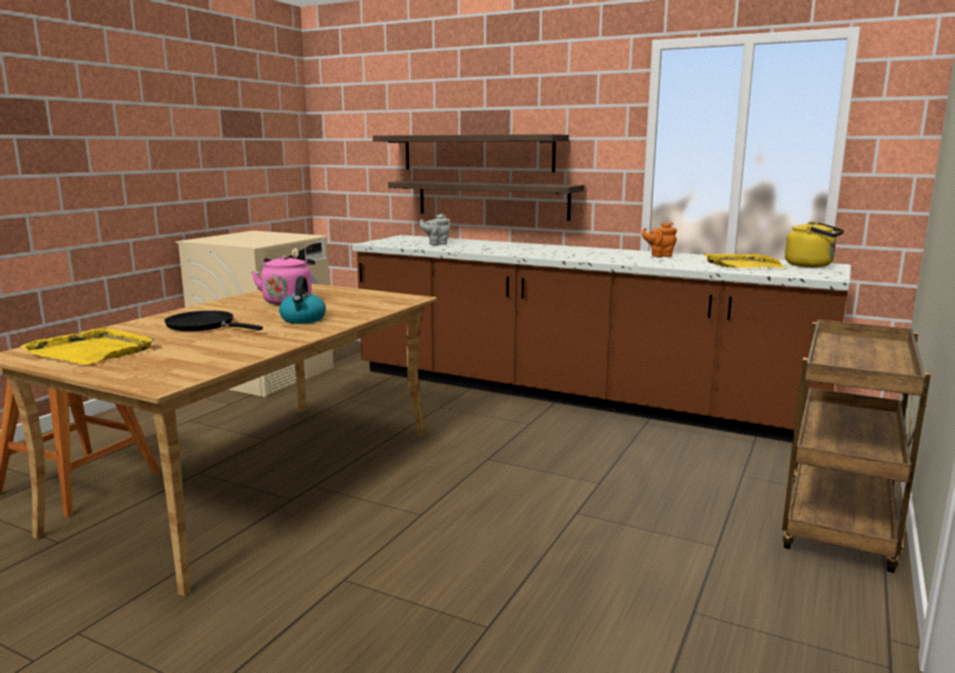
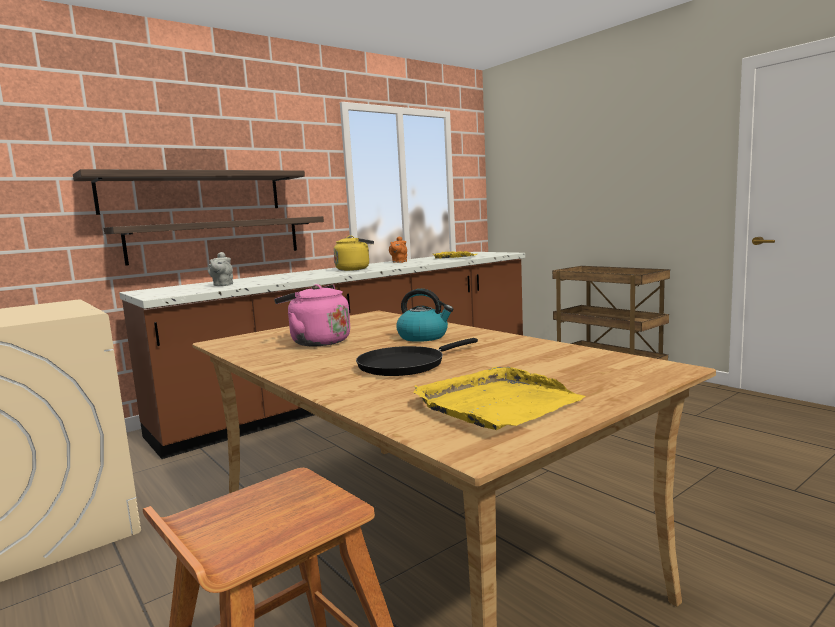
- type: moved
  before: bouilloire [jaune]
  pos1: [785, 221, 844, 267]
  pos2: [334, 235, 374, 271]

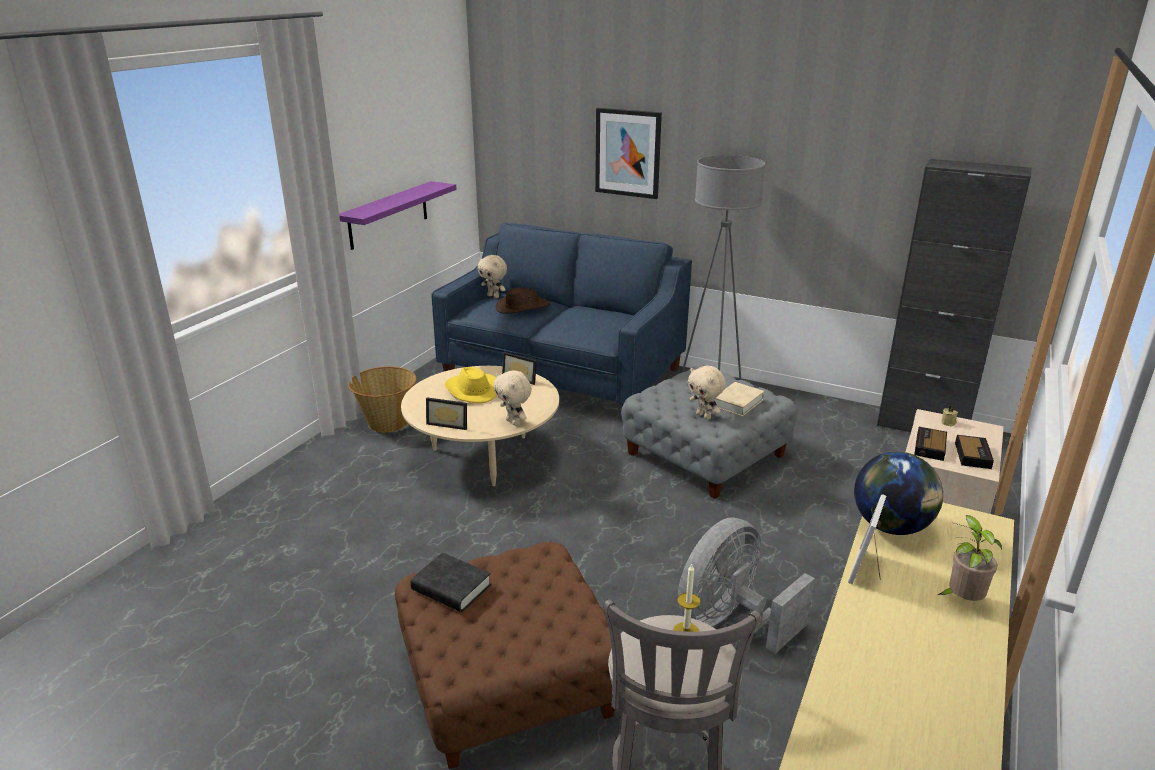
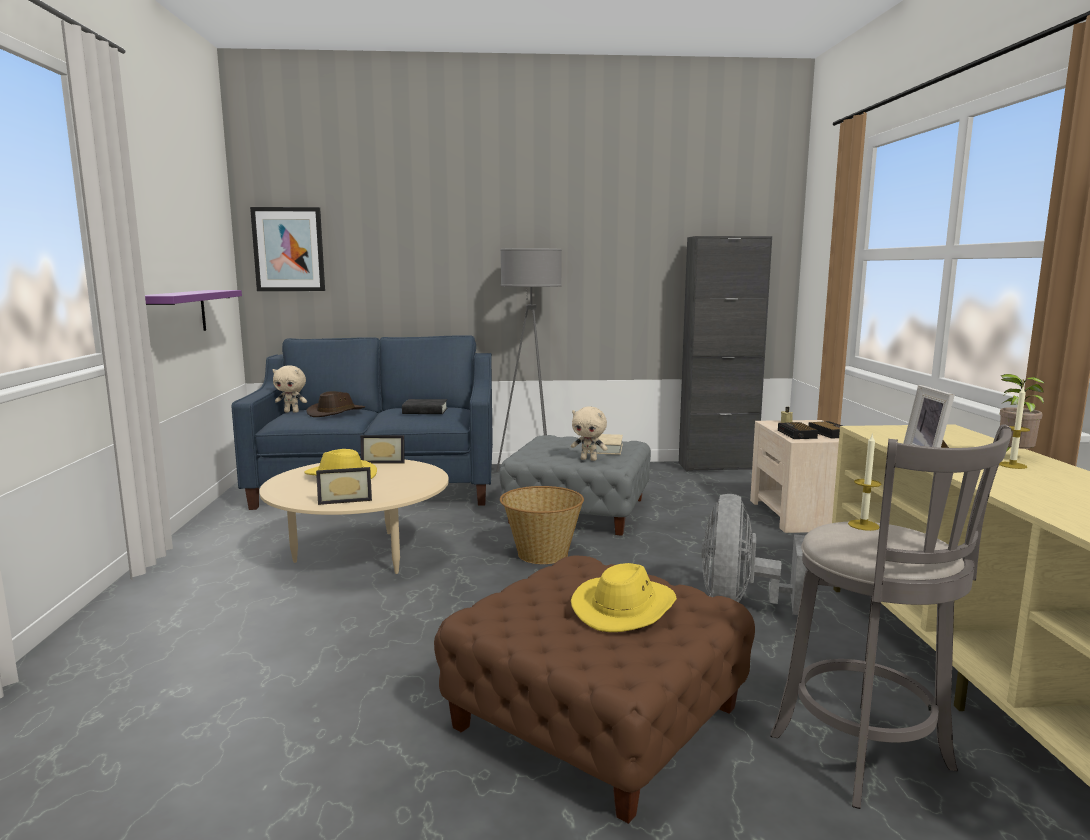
- type: removed
  before: peluche [beige]
  pos1: [493, 370, 532, 426]
- type: removed
  before: globe
  pos1: [854, 452, 943, 535]
- type: added
  after: chapeau [jaune]
  pos2: [571, 563, 677, 632]
- type: added
  after: bougie
  pos2: [999, 386, 1030, 469]
- type: moved
  before: panier
  pos1: [348, 366, 417, 433]
  pos2: [500, 486, 584, 564]
- type: moved
  before: livre [noir]
  pos1: [411, 553, 491, 612]
  pos2: [402, 399, 447, 414]
- type: moved
  before: tableau
  pos1: [595, 108, 662, 199]
  pos2: [250, 207, 325, 291]

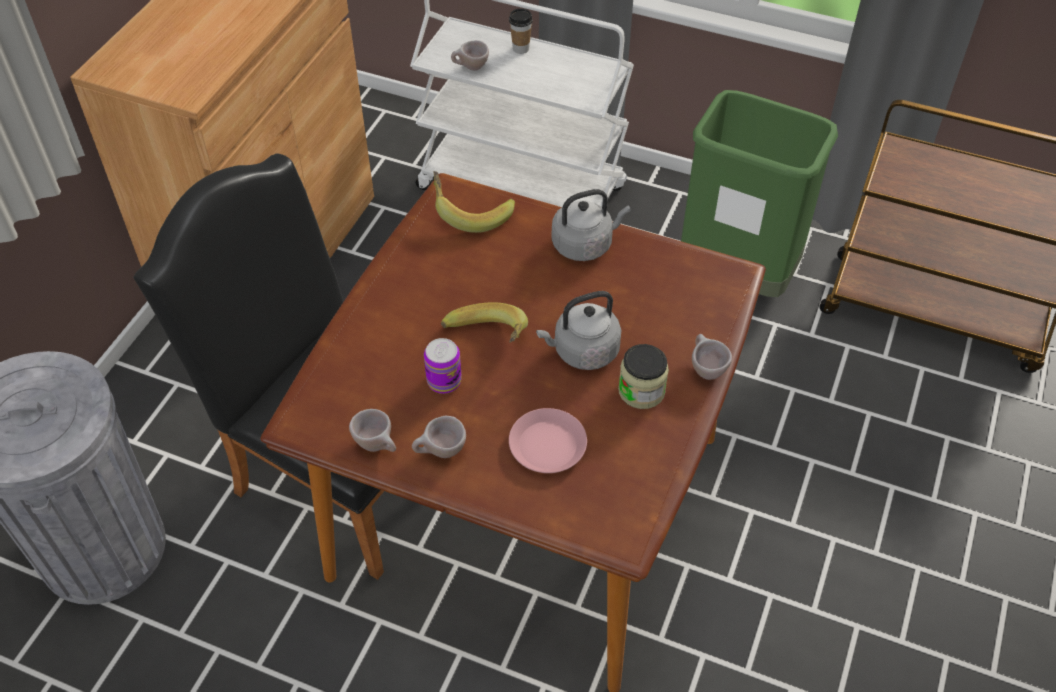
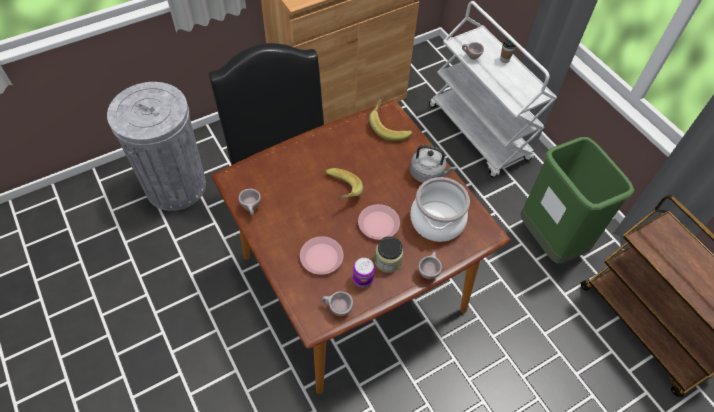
- type: added
  after: marmite
  pos2: [410, 177, 470, 242]
- type: moved
  before: tasse [beige]
  pos1: [412, 416, 466, 458]
  pos2: [322, 291, 353, 316]
- type: moved
  before: boîte métallique
  pos1: [424, 338, 462, 394]
  pos2: [353, 258, 375, 288]
- type: replaced
  before: bouilloire [gris]
  after: assiette [rose]
  pos1: [536, 291, 622, 370]
  pos2: [358, 204, 400, 240]

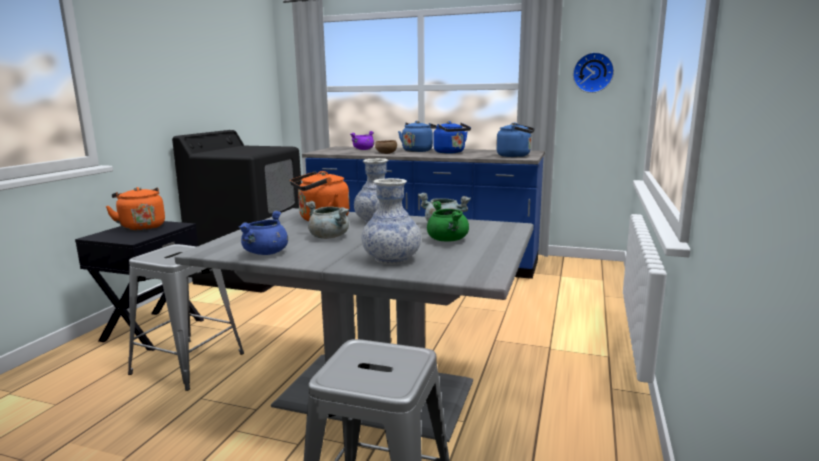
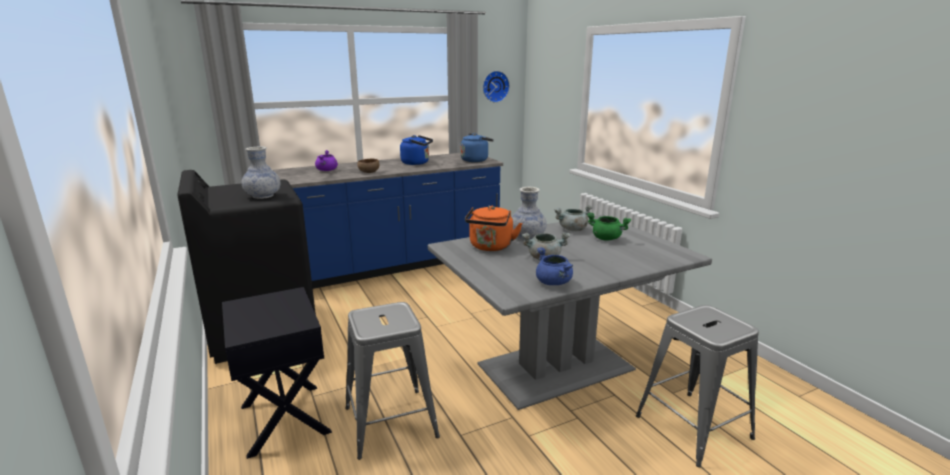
- type: removed
  before: bouilloire [orange]
  pos1: [105, 187, 165, 231]
- type: removed
  before: bouilloire [bleu]
  pos1: [398, 121, 437, 152]
- type: moved
  before: vase
  pos1: [362, 178, 421, 265]
  pos2: [241, 147, 280, 199]

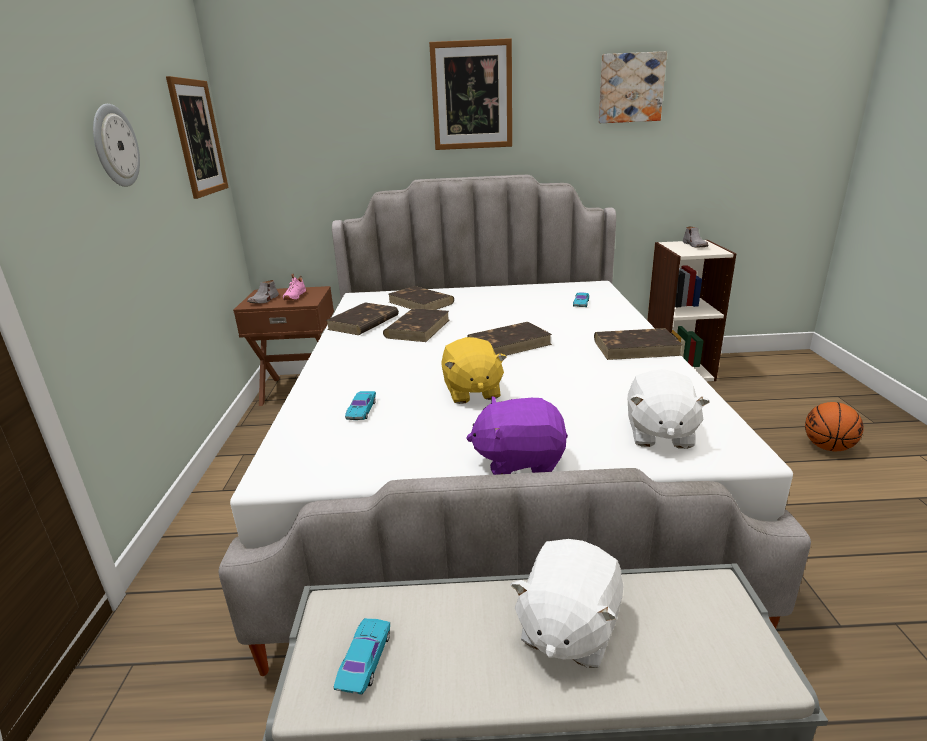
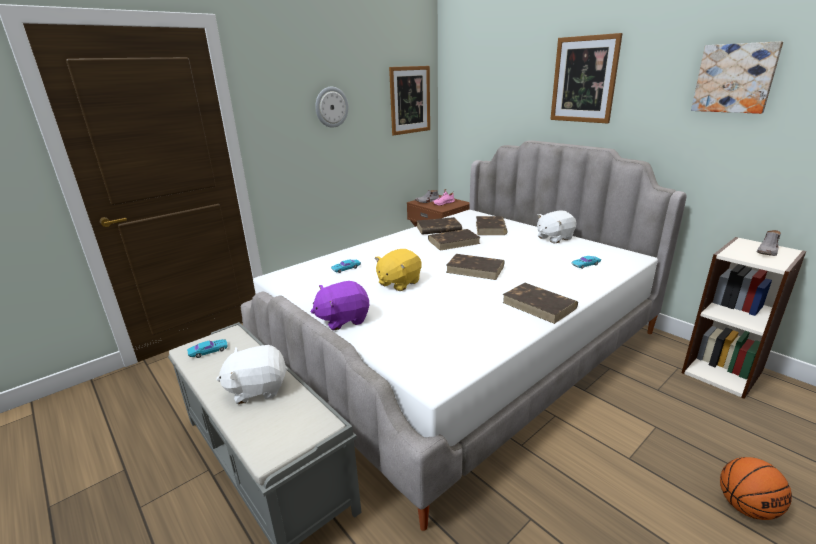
- type: moved
  before: peluche [blanc]
  pos1: [628, 369, 710, 449]
  pos2: [537, 211, 577, 243]
- type: turned
  before: peluche [violet]
  pos1: [466, 396, 568, 475]
  pos2: [311, 281, 369, 331]
  turn: -75

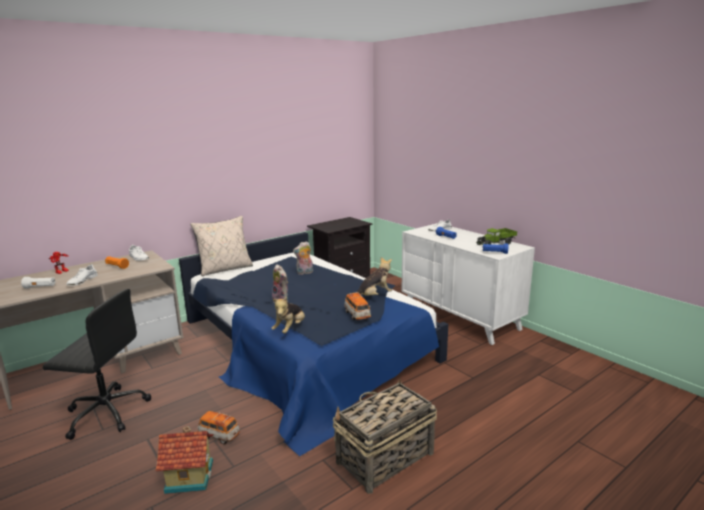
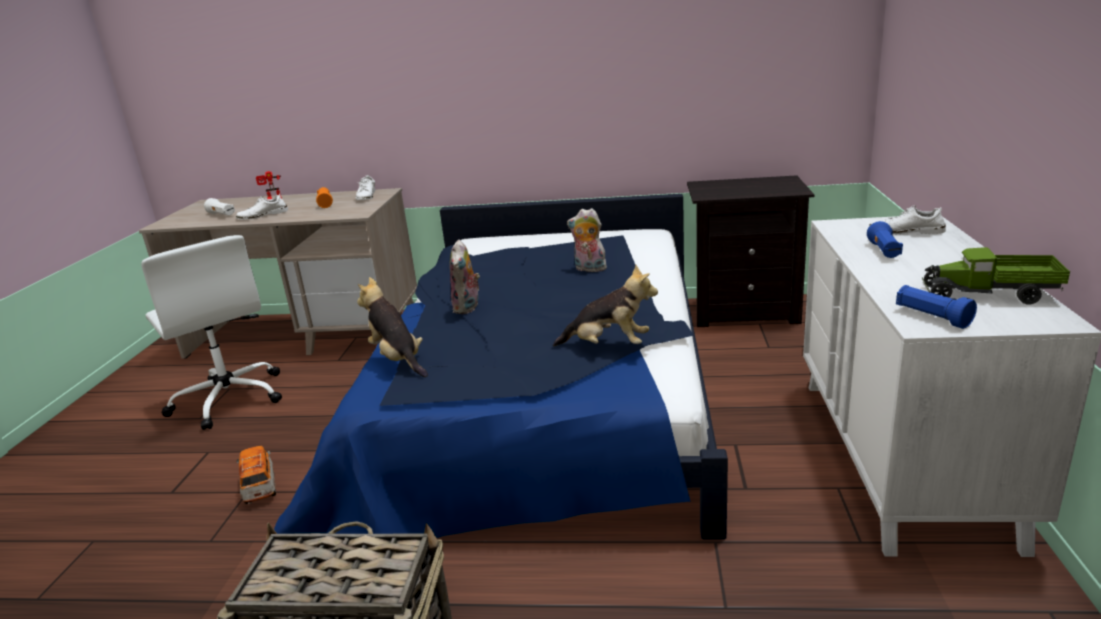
- type: removed
  before: maison miniature
  pos1: [156, 426, 213, 494]
- type: removed
  before: coussin [beige]
  pos1: [191, 216, 253, 276]
- type: removed
  before: petite voiture
  pos1: [344, 292, 371, 320]
- type: recoloured
  before: chaise de bureau [noir]
  after: chaise de bureau [blanc]
  pos1: [43, 289, 151, 440]
  pos2: [141, 235, 282, 430]
- type: turned
  before: peluche
  pos1: [271, 297, 305, 334]
  pos2: [357, 277, 428, 377]
  turn: 75

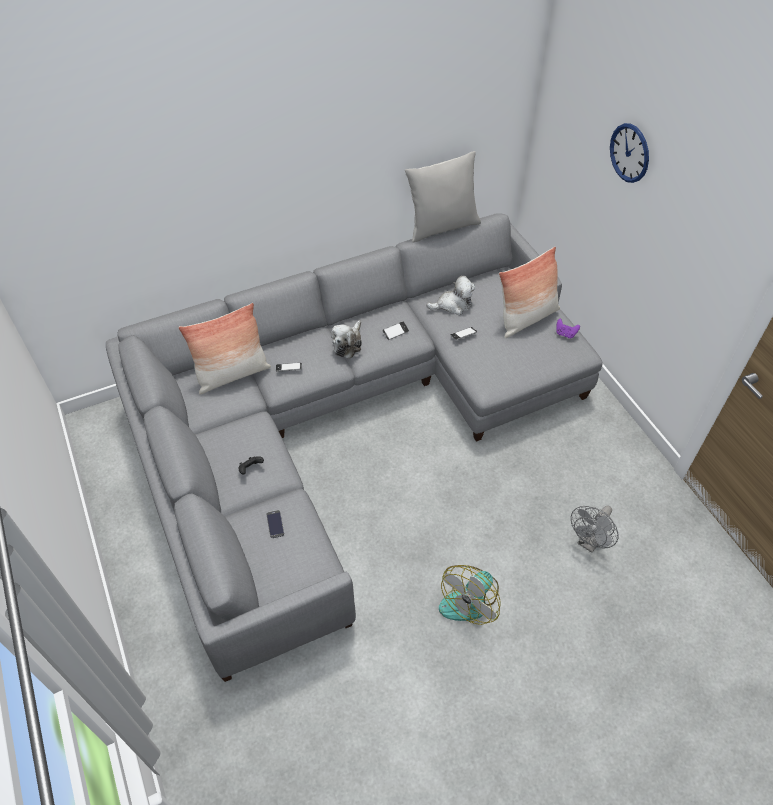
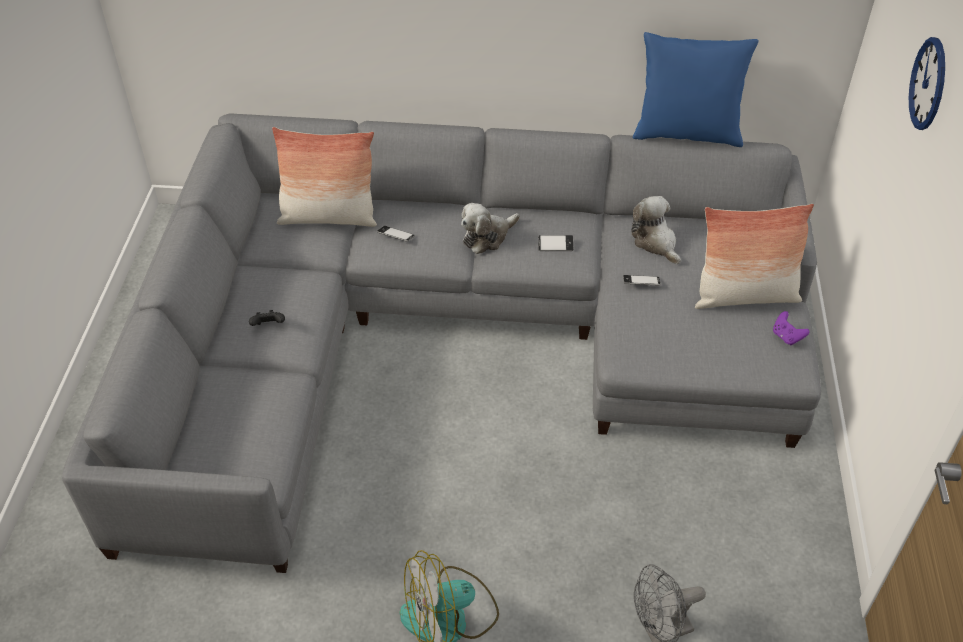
- type: removed
  before: téléphone
  pos1: [266, 510, 284, 538]
- type: recoloured
  before: coussin [gris]
  after: coussin [bleu]
  pos1: [405, 151, 481, 243]
  pos2: [633, 32, 759, 147]
- type: turned
  before: peluche
  pos1: [426, 276, 476, 315]
  pos2: [631, 196, 681, 264]
  turn: -135

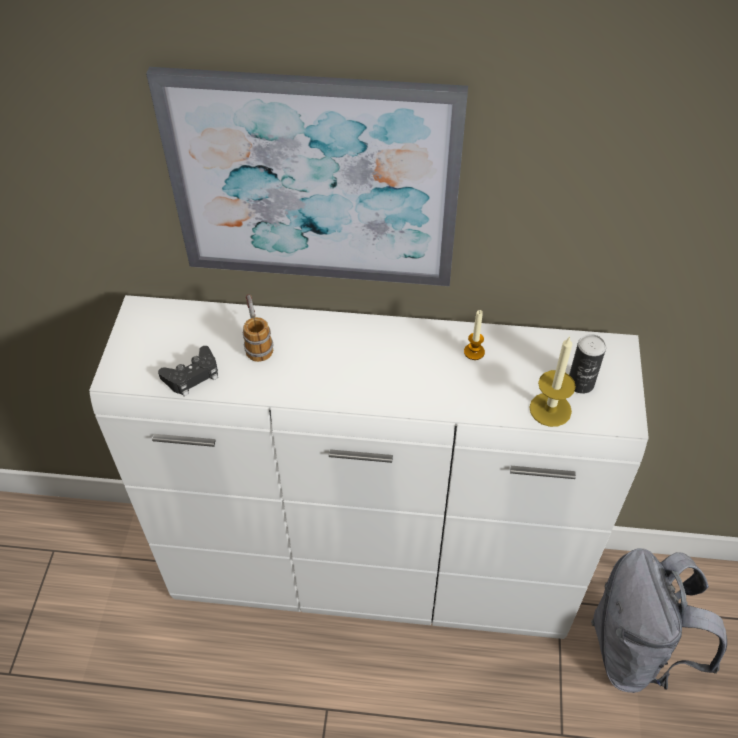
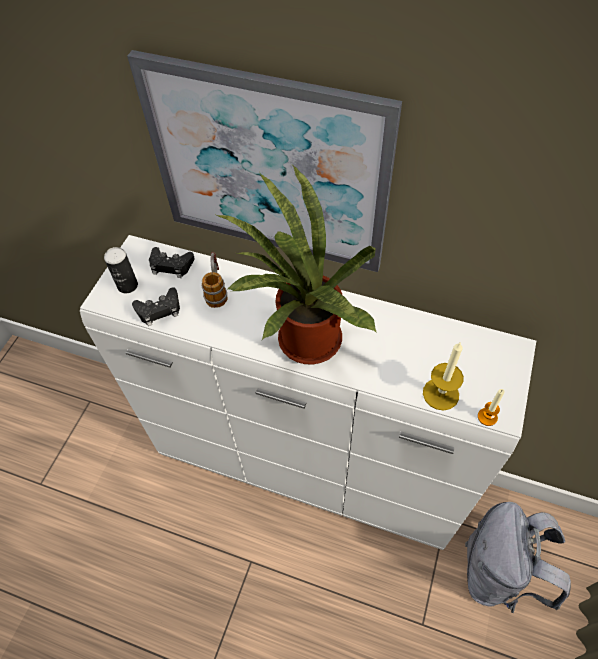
- type: added
  after: manette [noir]
  pos2: [149, 247, 195, 278]
- type: added
  after: plante en pot
  pos2: [217, 165, 377, 364]
- type: moved
  before: bougie
  pos1: [464, 310, 485, 360]
  pos2: [478, 389, 505, 426]
- type: moved
  before: boîte métallique
  pos1: [569, 334, 606, 394]
  pos2: [104, 247, 138, 294]

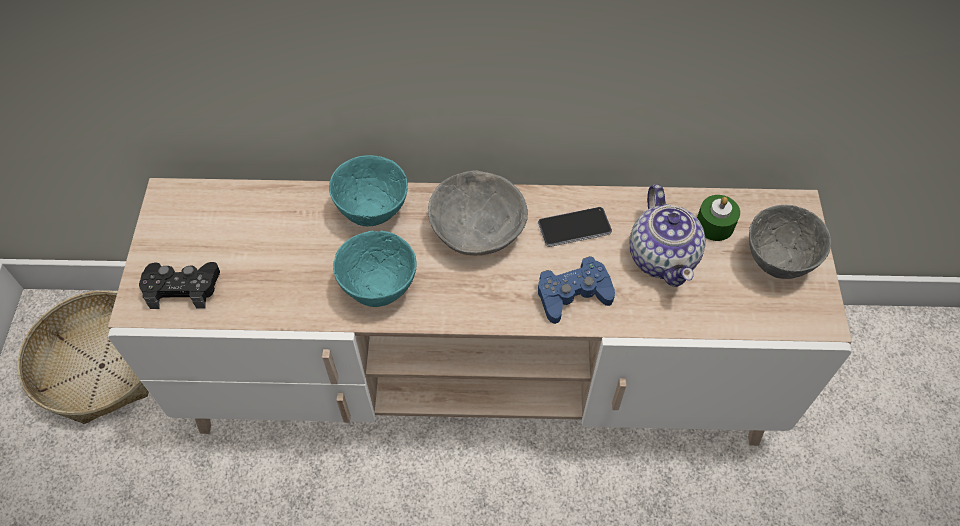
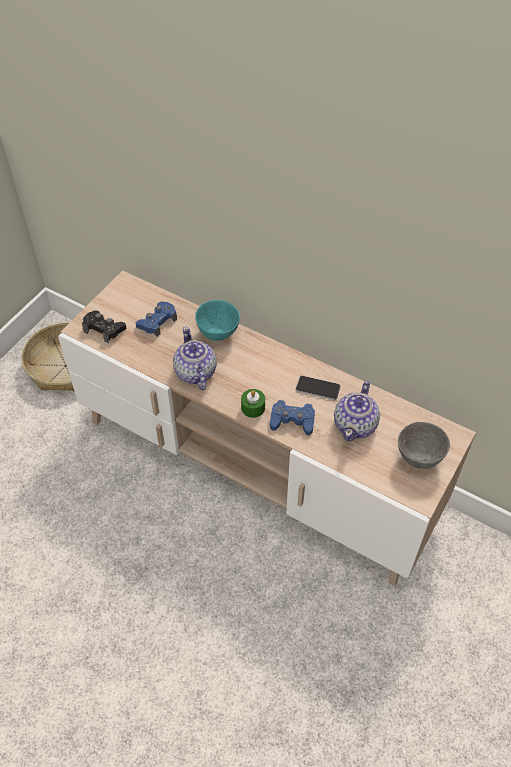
- type: removed
  before: bol [gris]
  pos1: [428, 171, 528, 255]
- type: added
  after: manette [bleu]
  pos2: [136, 302, 177, 337]
- type: moved
  before: bougie [vert]
  pos1: [697, 195, 740, 241]
  pos2: [241, 389, 265, 418]
- type: replaced
  before: bol [turquoise]
  after: théière
  pos1: [333, 231, 416, 307]
  pos2: [173, 326, 217, 390]

